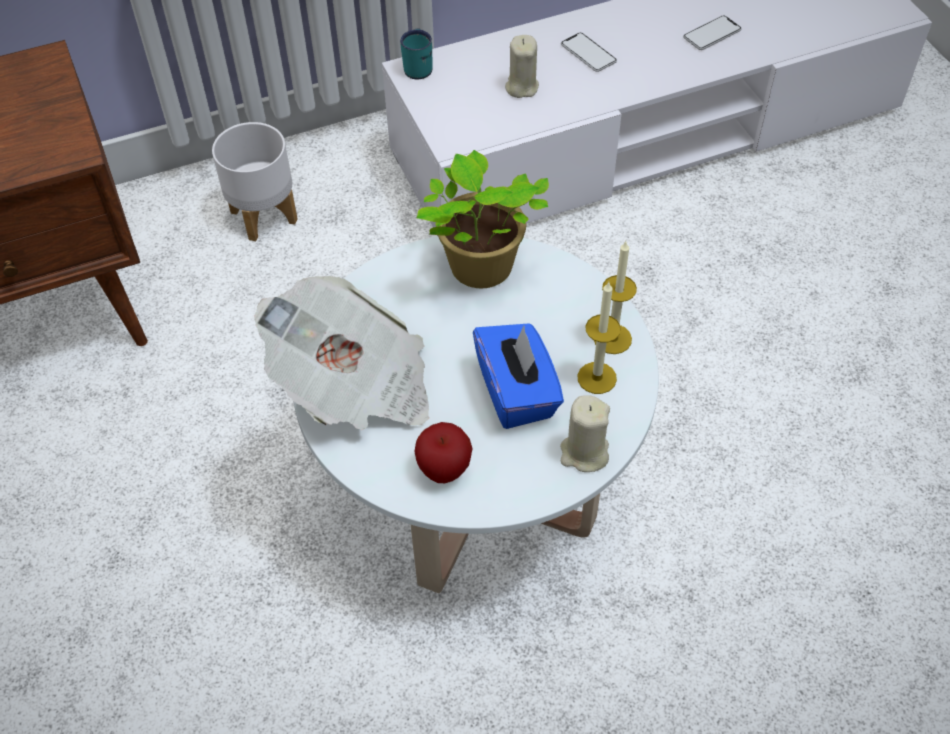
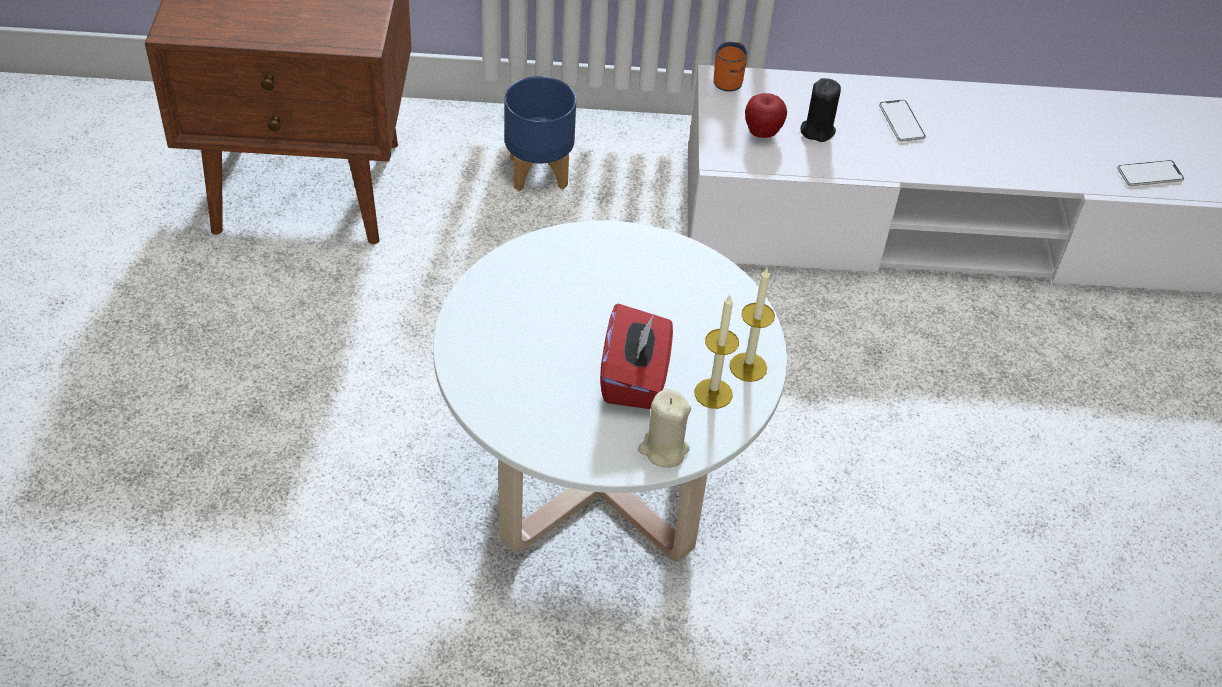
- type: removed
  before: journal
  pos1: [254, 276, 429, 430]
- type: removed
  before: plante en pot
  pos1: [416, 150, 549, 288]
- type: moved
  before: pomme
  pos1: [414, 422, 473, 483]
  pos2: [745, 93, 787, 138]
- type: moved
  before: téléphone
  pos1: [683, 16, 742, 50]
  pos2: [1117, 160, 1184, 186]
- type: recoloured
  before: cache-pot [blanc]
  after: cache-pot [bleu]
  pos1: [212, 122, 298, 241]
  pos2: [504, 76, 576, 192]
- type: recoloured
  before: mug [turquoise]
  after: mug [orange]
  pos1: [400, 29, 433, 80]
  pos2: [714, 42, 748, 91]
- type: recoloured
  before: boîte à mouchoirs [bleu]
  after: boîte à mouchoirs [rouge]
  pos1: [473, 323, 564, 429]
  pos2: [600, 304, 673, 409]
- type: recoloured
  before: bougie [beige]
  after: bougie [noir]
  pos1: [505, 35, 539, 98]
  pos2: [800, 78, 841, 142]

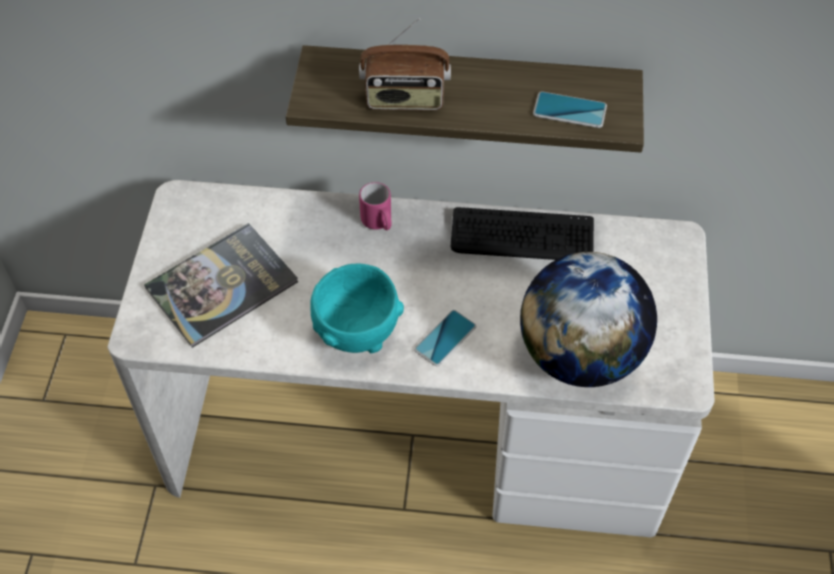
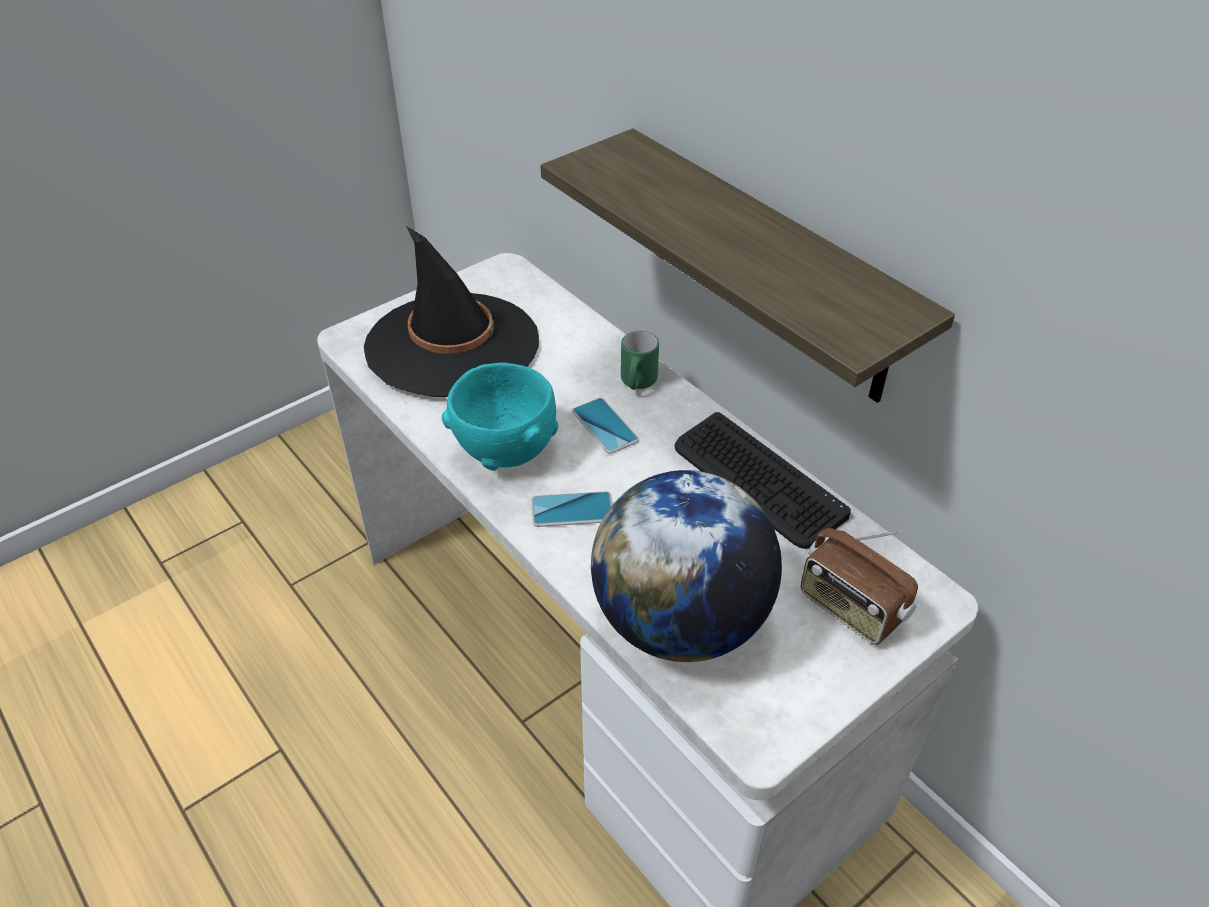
- type: moved
  before: radio
  pos1: [359, 18, 451, 110]
  pos2: [801, 528, 918, 645]
- type: moved
  before: téléphone
  pos1: [533, 92, 607, 128]
  pos2: [572, 398, 639, 454]
- type: replaced
  before: livre
  after: chapeau [noir]
  pos1: [144, 223, 298, 348]
  pos2: [364, 226, 539, 397]
- type: recoloured
  before: mug [rose]
  after: mug [vert]
  pos1: [359, 182, 392, 230]
  pos2: [621, 331, 659, 390]

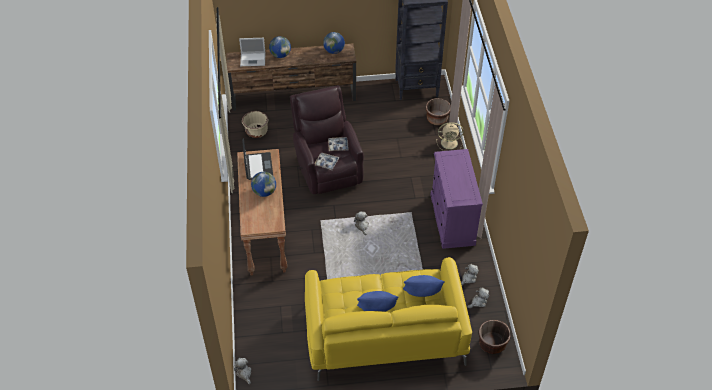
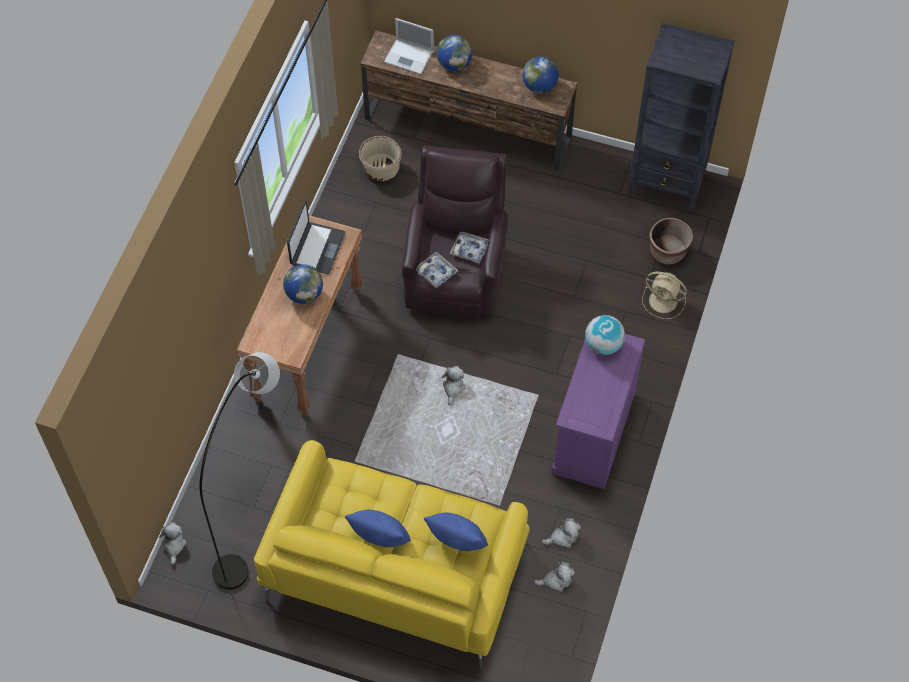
- type: removed
  before: cache-pot [marron]
  pos1: [478, 320, 511, 354]
- type: added
  after: lampadaire [gris]
  pos2: [199, 352, 280, 590]
- type: added
  after: globe
  pos2: [585, 315, 625, 355]

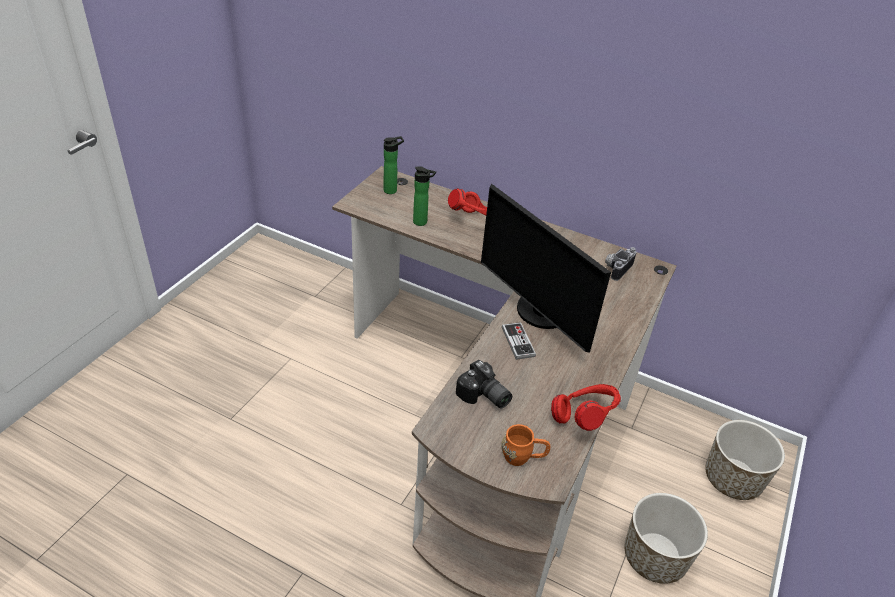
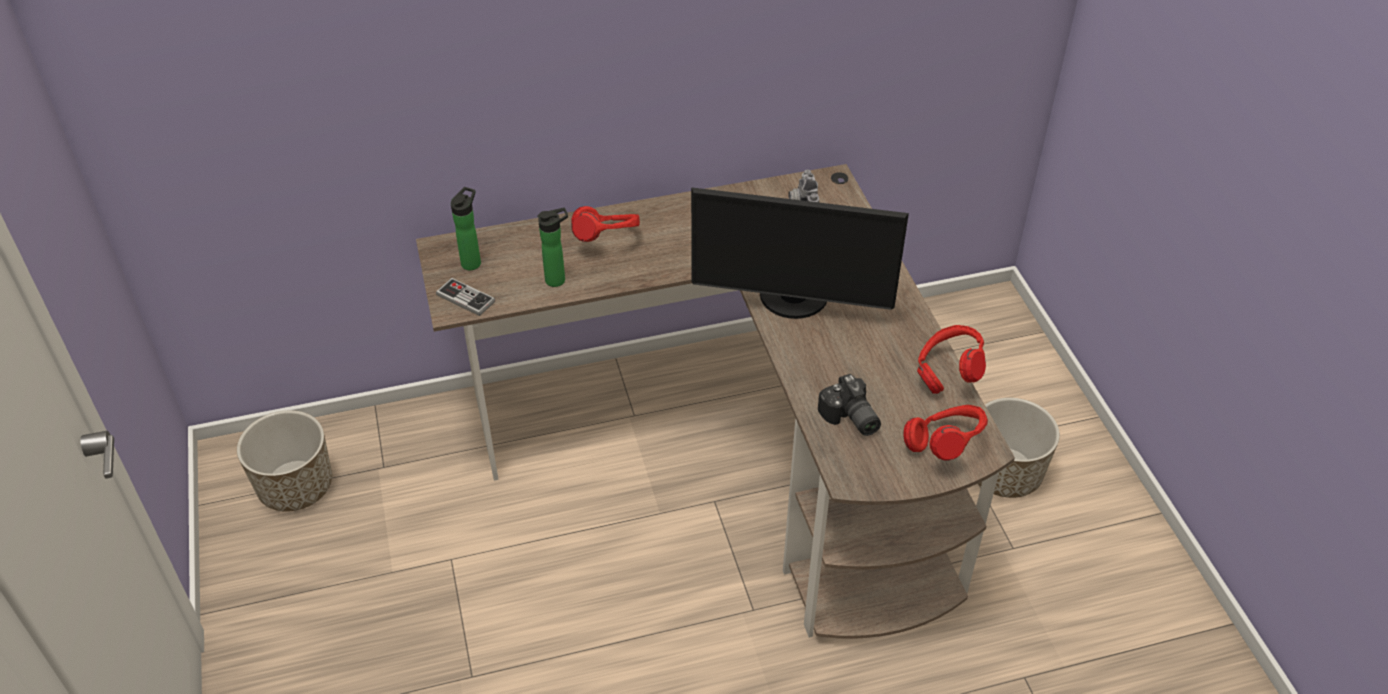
- type: moved
  before: manette
  pos1: [502, 322, 536, 360]
  pos2: [436, 278, 495, 316]
- type: moved
  before: cache-pot
  pos1: [705, 420, 785, 500]
  pos2: [237, 410, 332, 512]
- type: replaced
  before: mug [orange]
  after: casque audio [rouge]
  pos1: [501, 424, 550, 466]
  pos2: [903, 405, 988, 461]
- type: turned
  before: appareil photo
  pos1: [456, 360, 512, 408]
  pos2: [818, 374, 881, 436]
  turn: 60

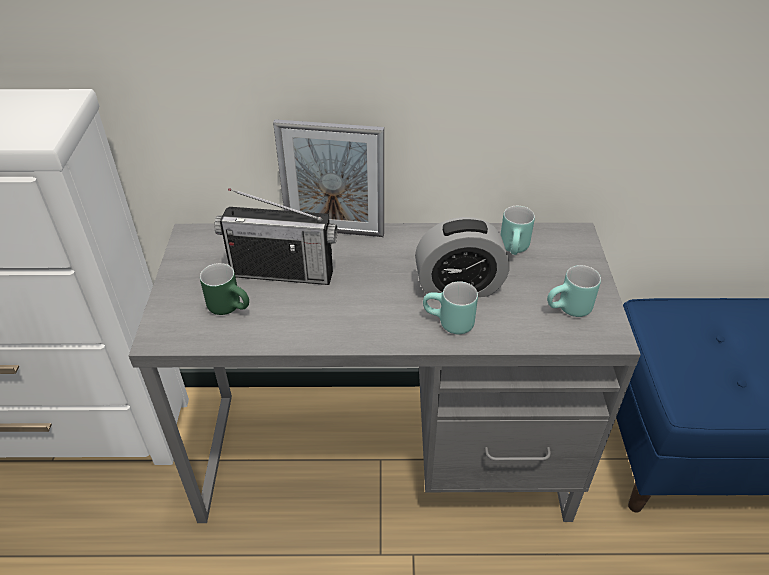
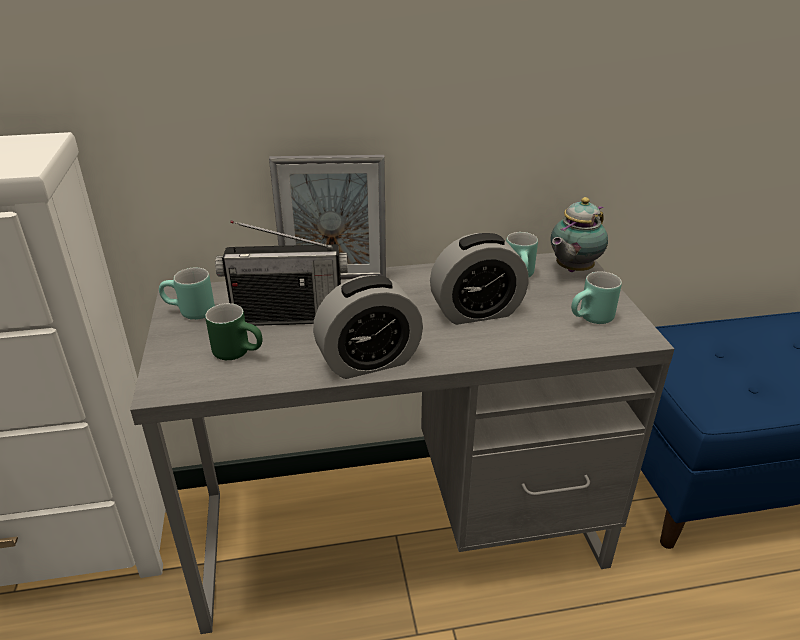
- type: added
  after: réveil
  pos2: [313, 275, 423, 379]
- type: added
  after: théière
  pos2: [551, 197, 608, 272]
- type: moved
  before: mug [turquoise]
  pos1: [423, 281, 478, 335]
  pos2: [159, 268, 215, 320]

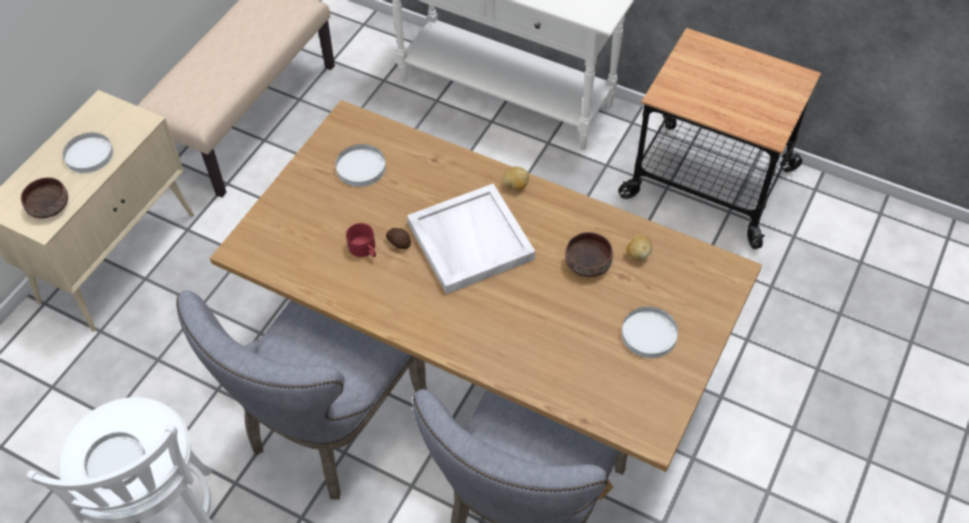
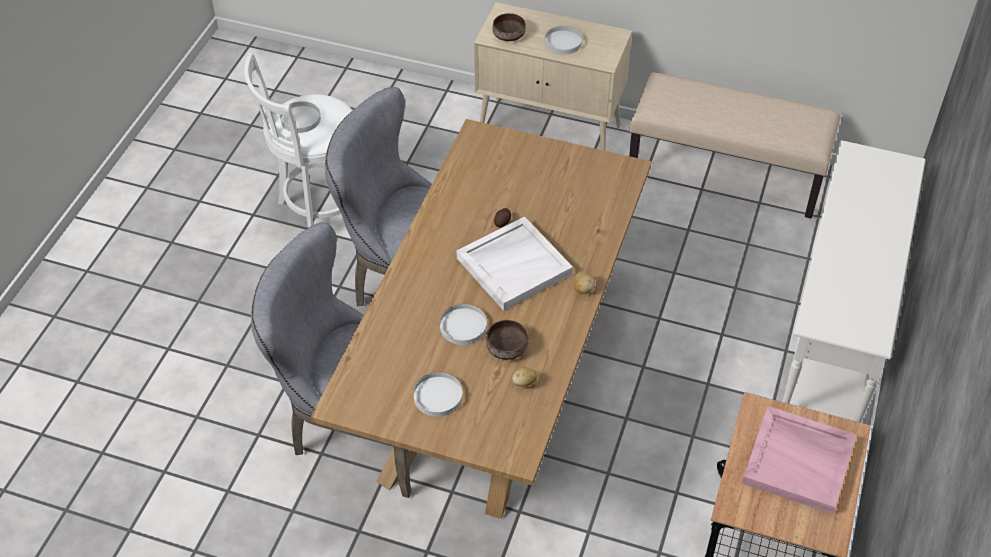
- type: removed
  before: mug [rouge]
  pos1: [346, 223, 376, 257]
- type: added
  after: plateau [rose]
  pos2: [742, 406, 856, 514]
- type: moved
  before: assiette [blanc]
  pos1: [336, 144, 386, 187]
  pos2: [440, 304, 487, 345]

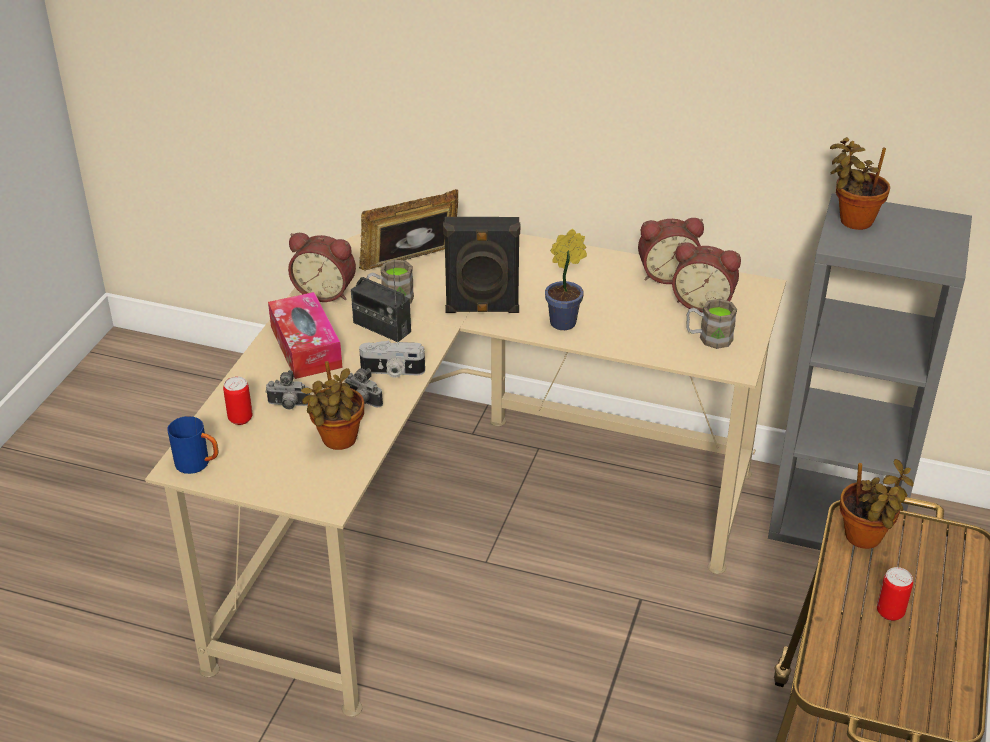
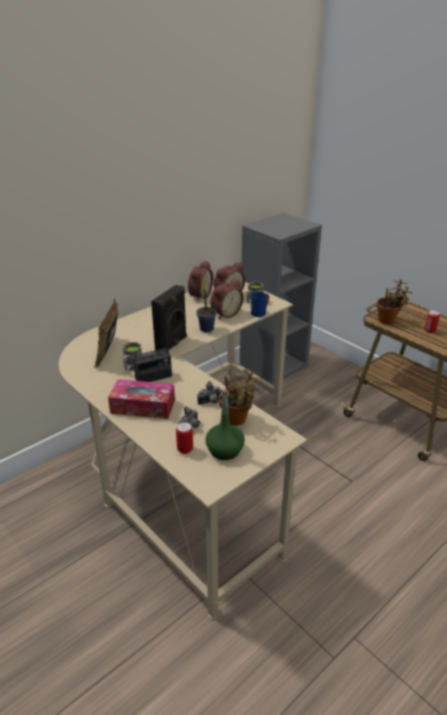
- type: removed
  before: appareil photo
  pos1: [359, 341, 425, 378]
- type: removed
  before: plante en pot
  pos1: [830, 137, 890, 230]
- type: added
  after: bouteille [vert]
  pos2: [205, 389, 245, 460]
- type: moved
  before: mug [bleu]
  pos1: [167, 416, 219, 474]
  pos2: [251, 292, 269, 317]
- type: moved
  before: réveil
  pos1: [288, 233, 356, 302]
  pos2: [210, 279, 244, 320]

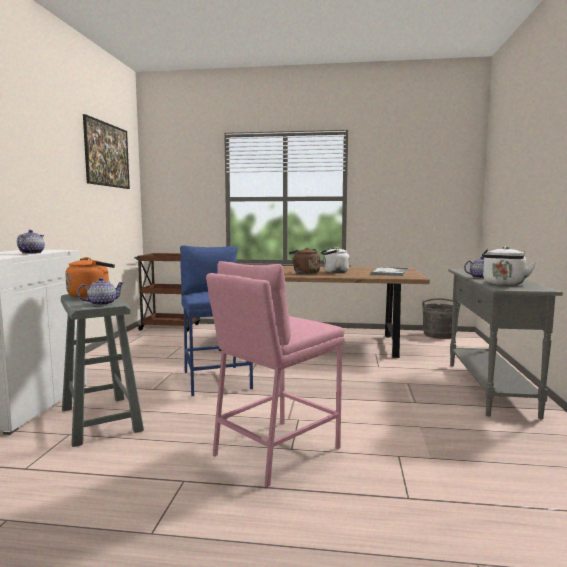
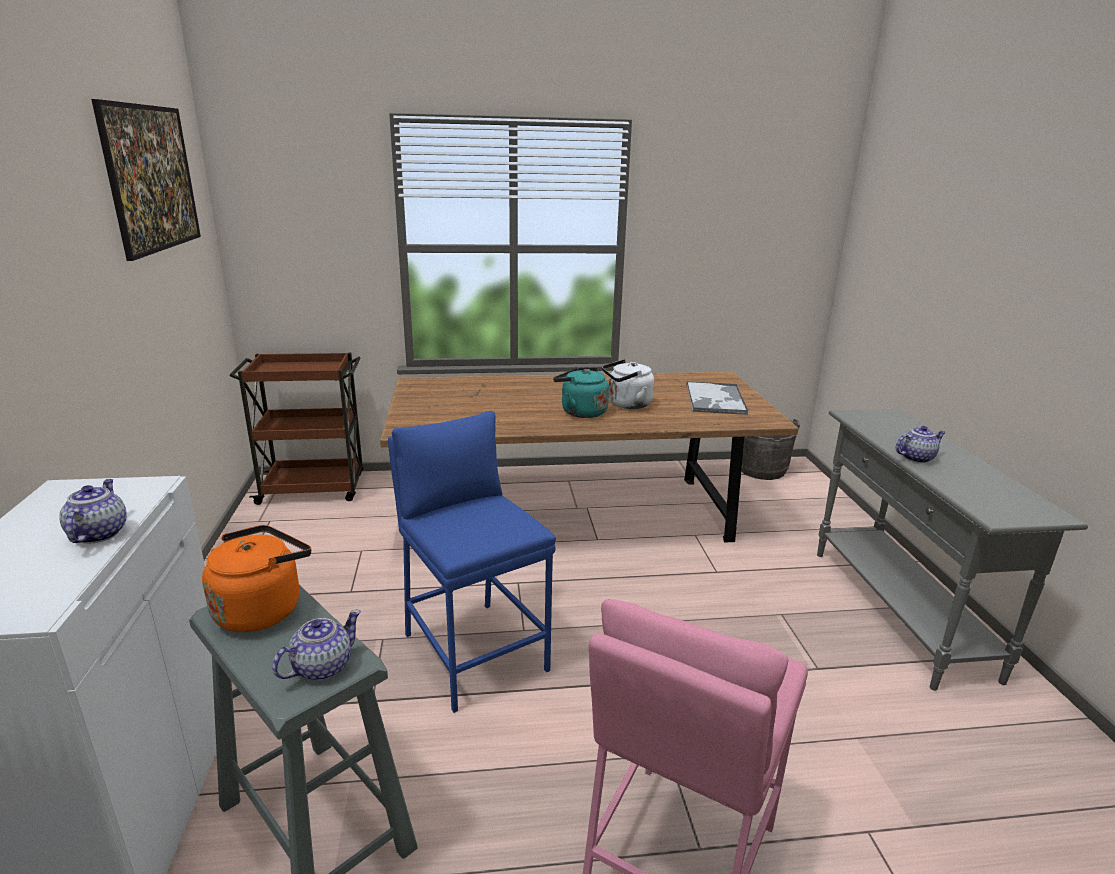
- type: removed
  before: bouilloire [blanc]
  pos1: [482, 246, 536, 285]
- type: recoloured
  before: bouilloire [marron]
  after: bouilloire [turquoise]
  pos1: [289, 248, 320, 274]
  pos2: [553, 367, 609, 418]

